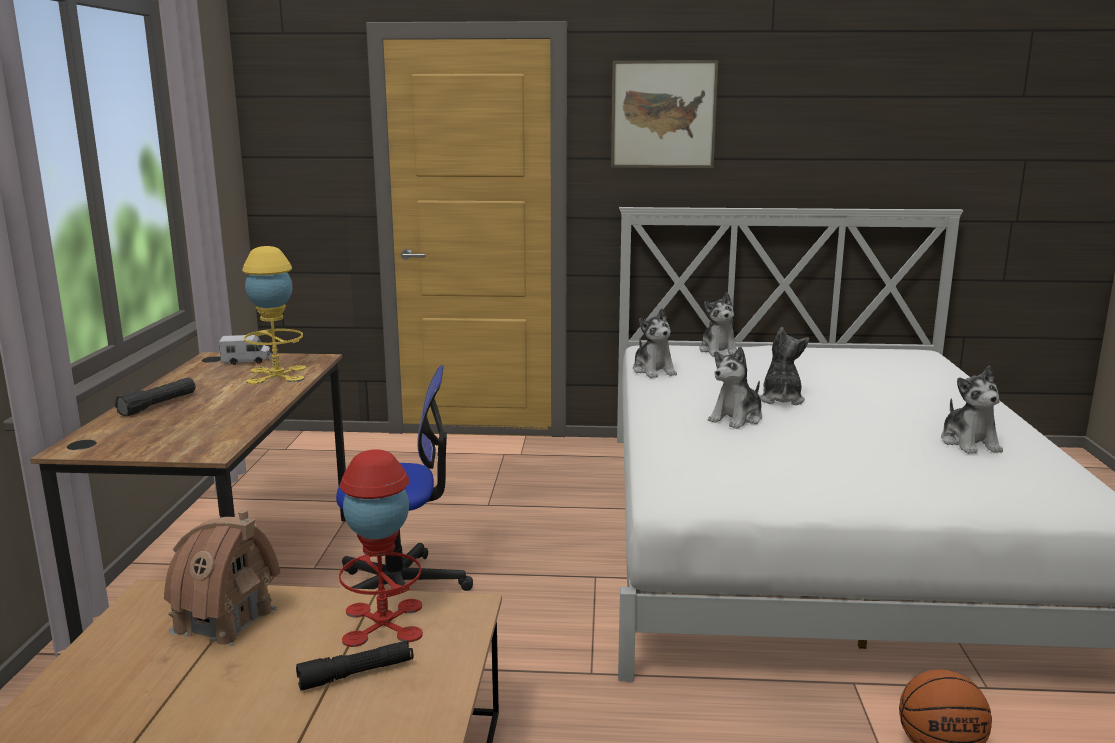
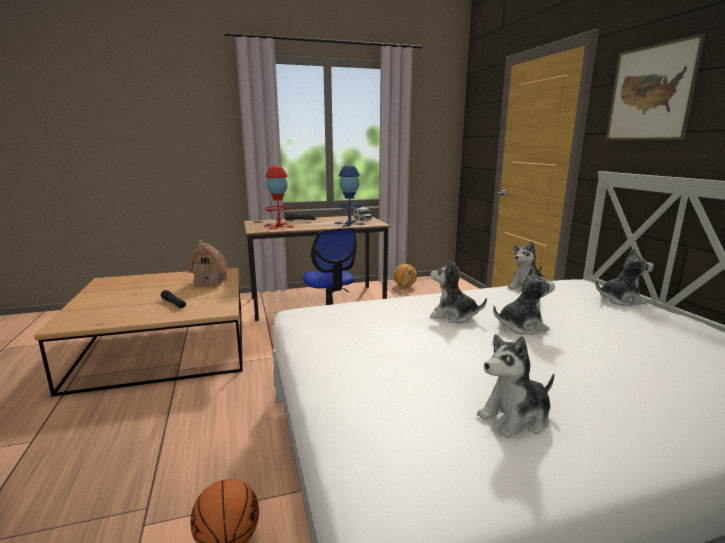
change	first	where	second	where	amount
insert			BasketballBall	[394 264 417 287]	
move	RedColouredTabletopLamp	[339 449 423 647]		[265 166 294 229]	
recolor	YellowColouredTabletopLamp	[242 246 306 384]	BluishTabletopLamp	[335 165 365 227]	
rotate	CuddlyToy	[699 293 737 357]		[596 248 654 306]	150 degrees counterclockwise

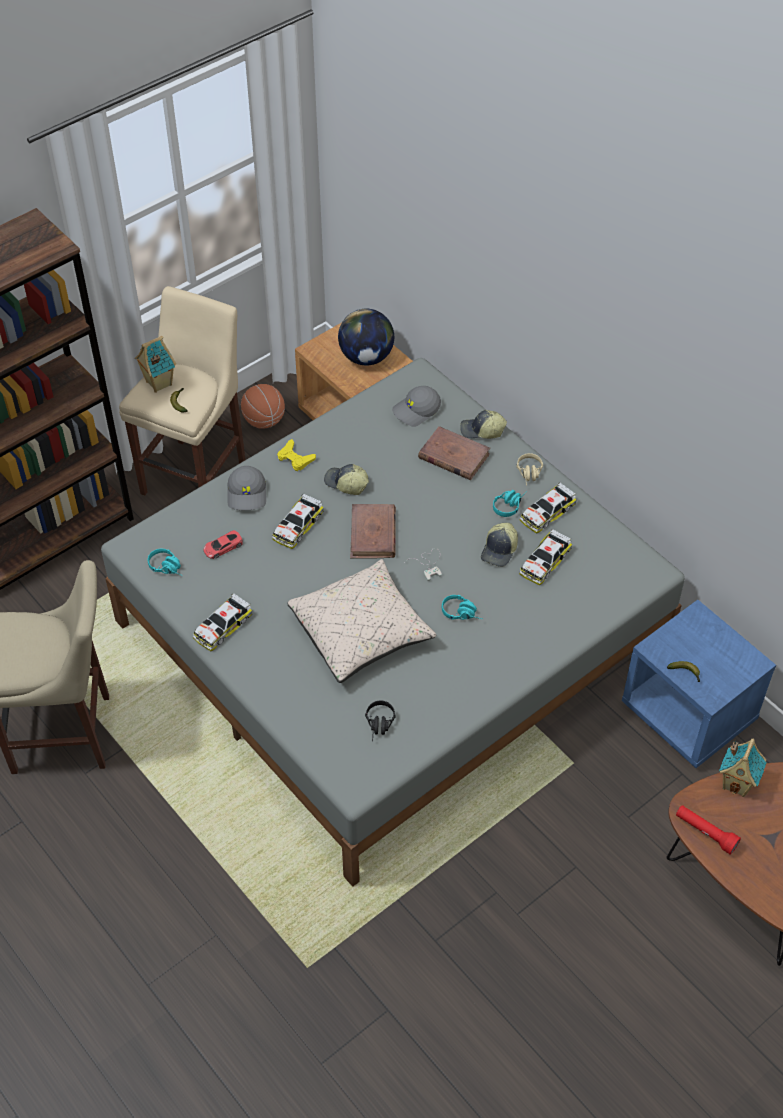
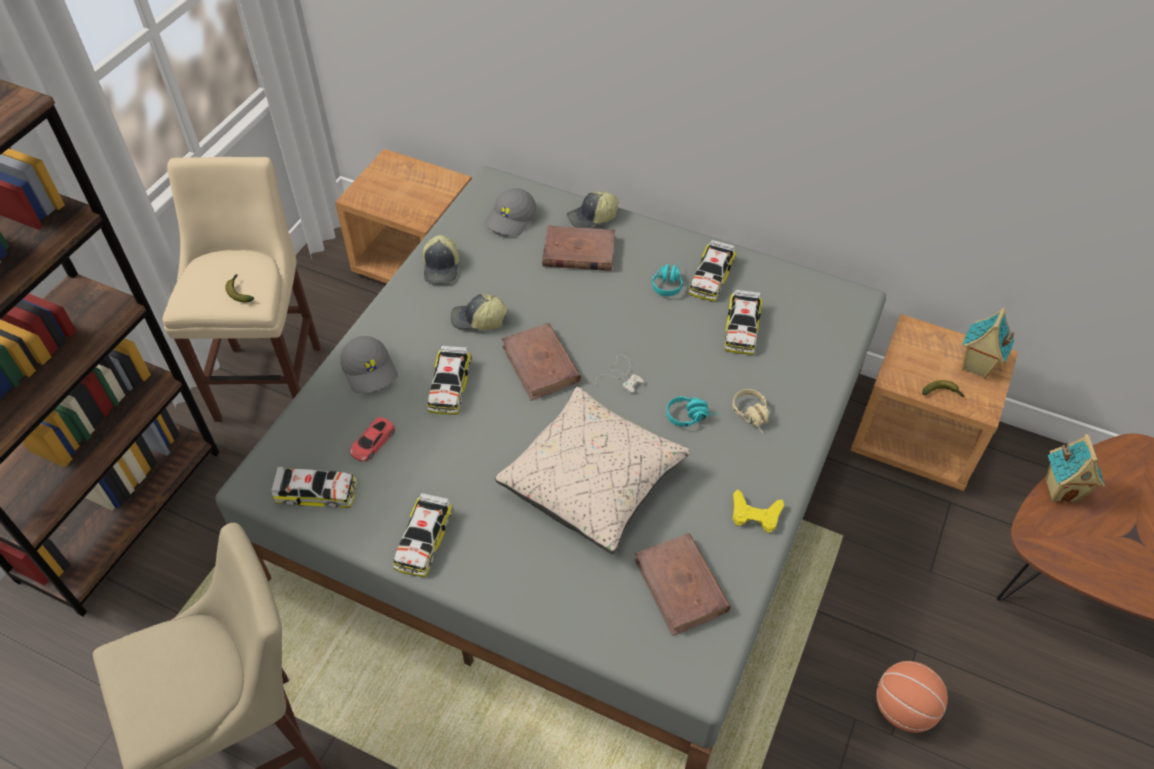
change	first	where	second	where	amount
delete	WorldGlobe	[338 309 394 365]			
delete	RedColouredHandTorch	[676 805 741 855]			
move	ToyHouse	[135 336 176 393]		[962 308 1015 379]	
move	BasketballBall	[241 384 285 429]		[876 661 948 733]	
move	YellowColouredGamepad	[277 439 316 471]		[732 489 784 533]	
move	Cap	[481 523 518 567]		[423 235 459 282]	
move	BeigeColouredPairOfHeadphones	[517 453 543 486]		[733 389 769 433]	
replace	TurquoiseColouredPairOfHeadphones	[148 549 183 576]	ToyCar	[271 466 358 508]	
replace	BlackColouredPairOfHeadphones	[365 701 396 741]	BrownishBoundBook	[635 533 731 636]	
recolor	BluishNightTable	[622 600 776 768]	BrownishNightTable	[850 314 1018 491]	

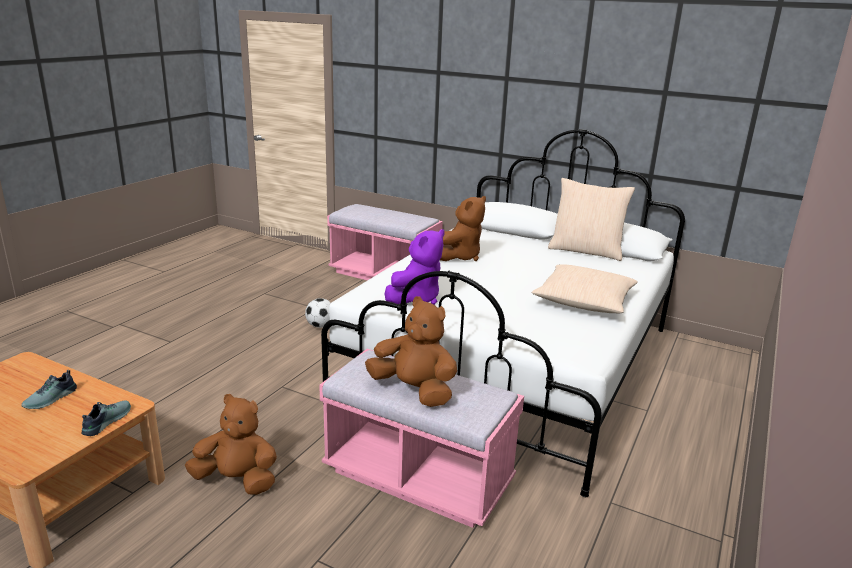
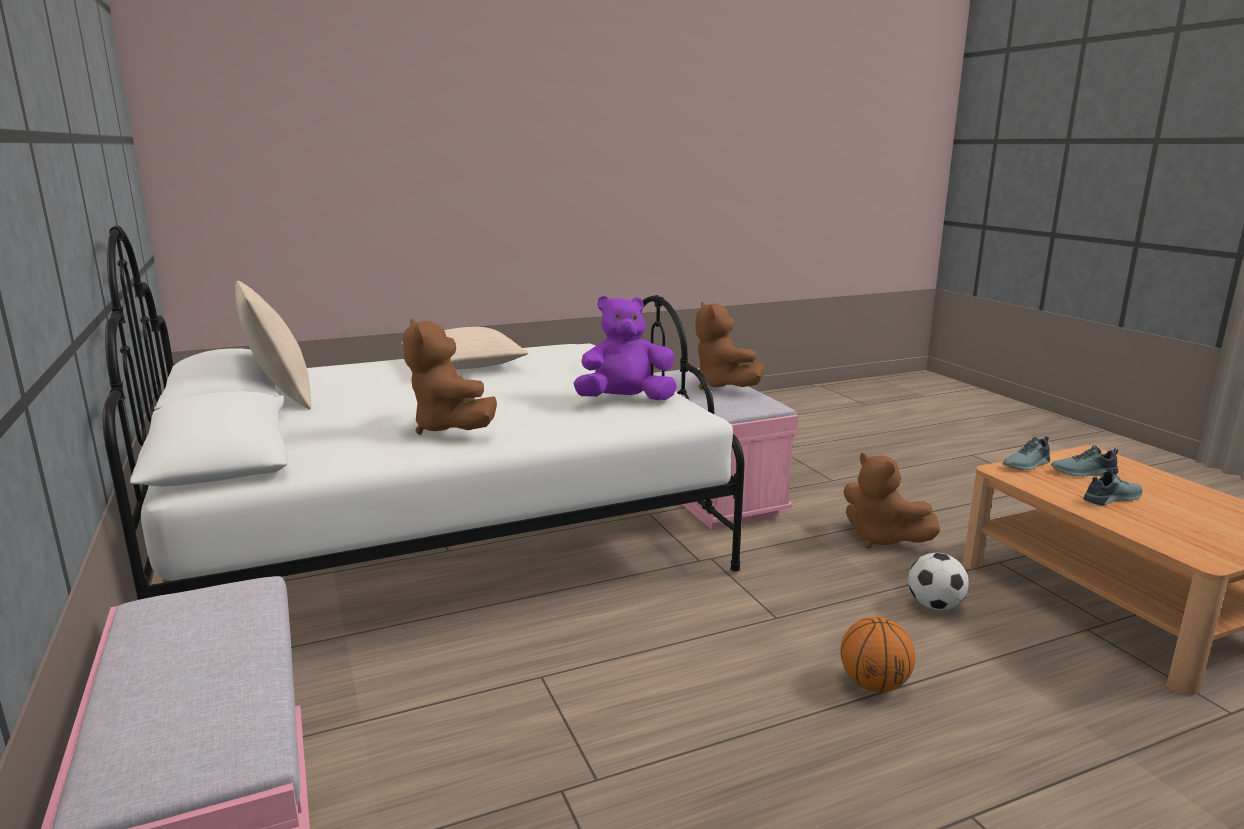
change	first	where	second	where	amount
insert			BasketballBall	[840 617 915 692]	
insert			ItemOfFootwear	[1051 445 1118 477]	
move	BallForFootball	[305 298 331 328]		[908 553 969 610]	
rotate	BrownishCuddlyToy	[440 196 486 261]		[403 319 497 435]	105 degrees counterclockwise

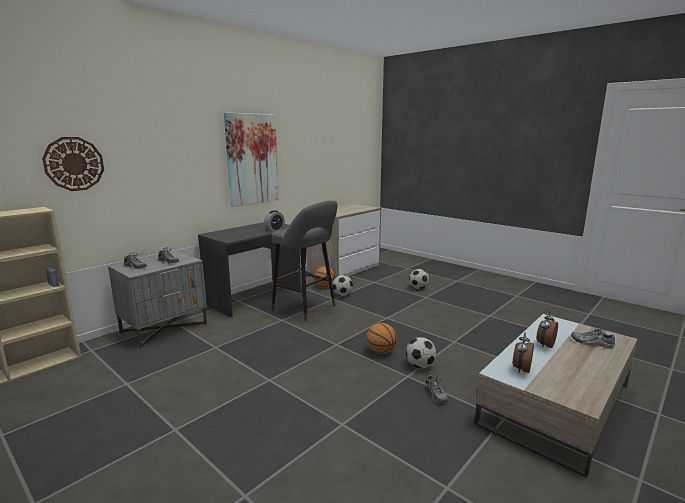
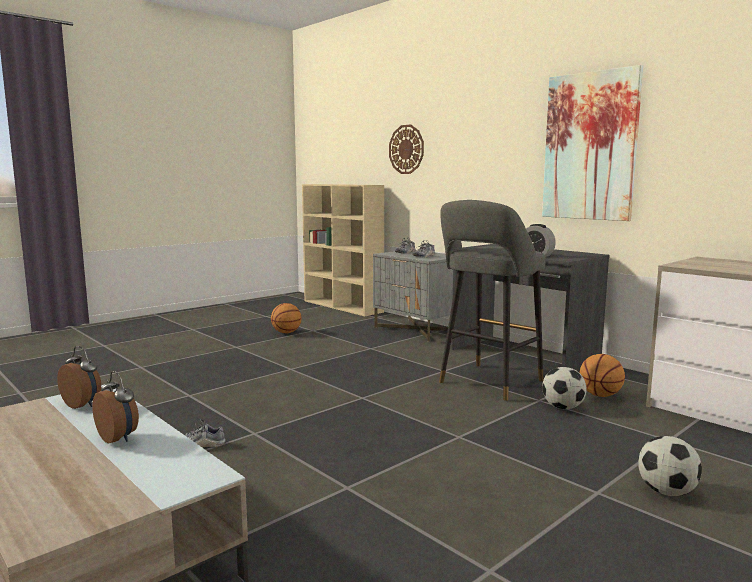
change	first	where	second	where	amount
delete	BallForFootball	[406 337 437 369]			
delete	ItemOfFootwear	[571 325 615 348]			
move	BasketballBall	[366 323 397 354]		[271 303 302 333]	

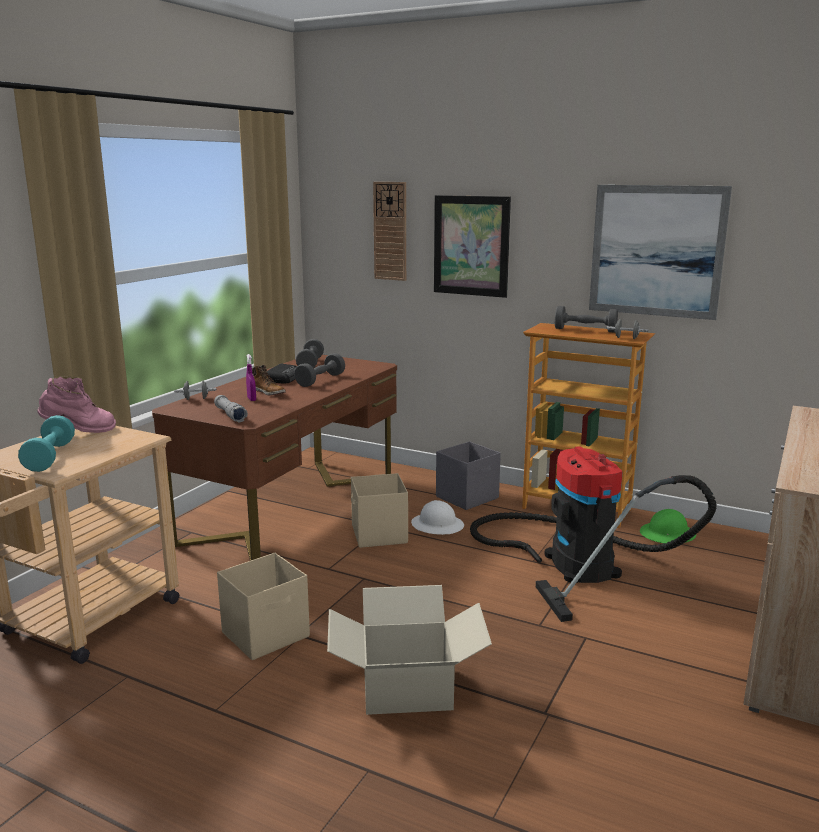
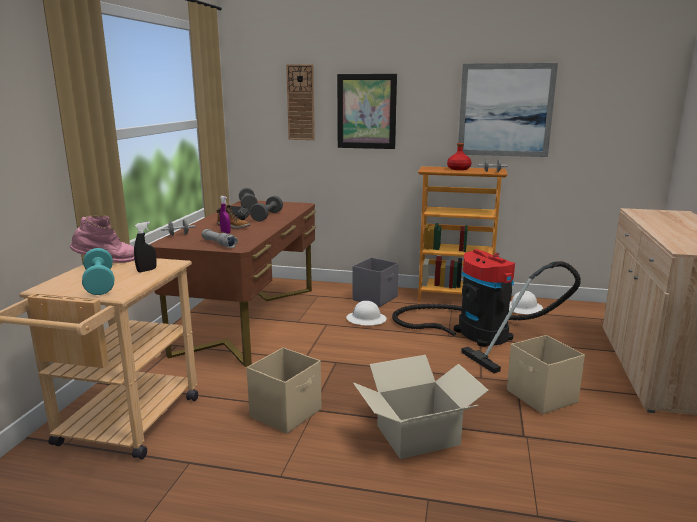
change	first	where	second	where	amount
insert			BlackColouredHandSprayer	[134 222 157 272]	
move	BeigeColouredStorageBin	[351 473 408 548]		[507 335 585 414]	
replace	GrayHandWeight	[555 306 618 332]	RedColouredBeverageBottle	[447 143 472 170]	
recolor	GreenColouredWorkHelmet	[640 509 696 543]	WhiteColouredWorkHelmet	[509 291 543 314]	

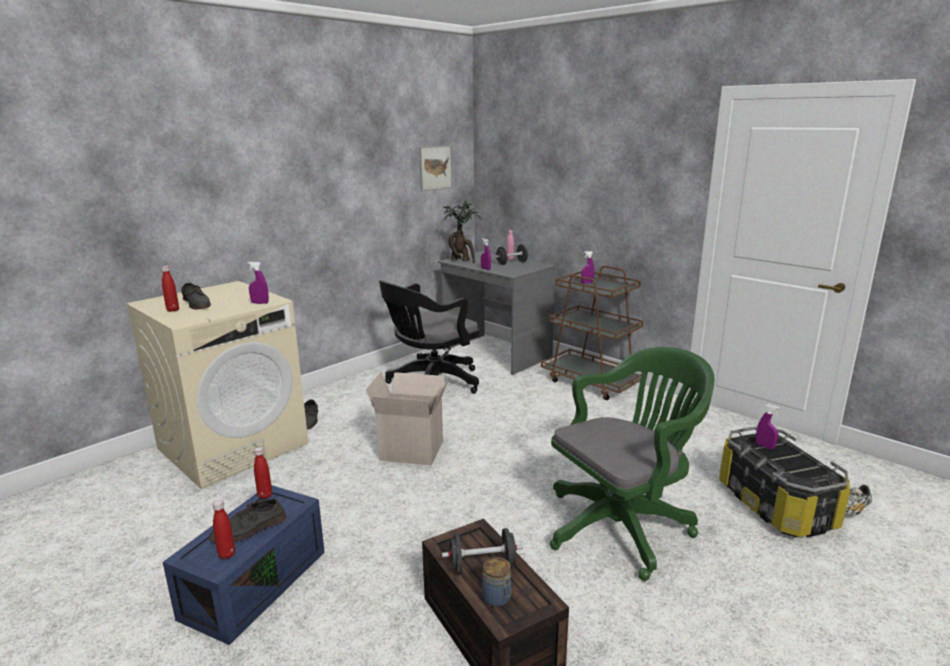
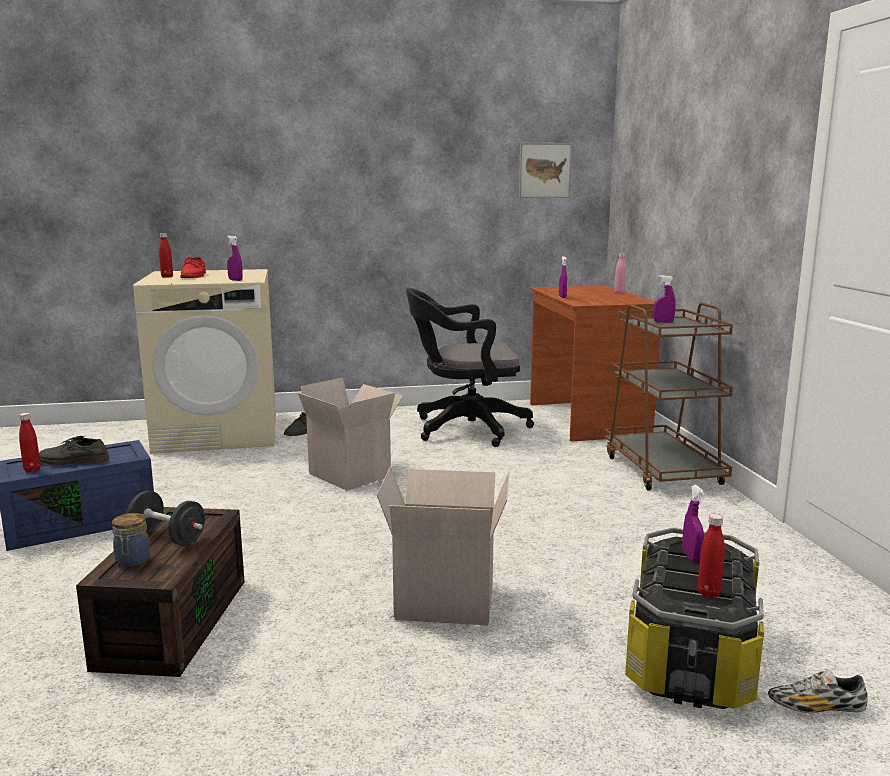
change	first	where	second	where	amount
delete	PottedPlant	[443 200 482 263]			
delete	BlackColouredHandWeight	[495 244 529 265]			
move	RedColouredBeverageBottle	[254 447 272 499]		[698 514 725 598]	
replace	GreenColouredOfficeChair	[550 347 714 581]	PackingBox	[376 467 510 625]	
recolor	GrayItemOfFootwear	[181 283 211 310]	RedColouredItemOfFootwear	[180 257 206 278]	
recolor	GrayDeskTable	[438 251 556 375]	BrownishDeskTable	[530 285 660 441]	

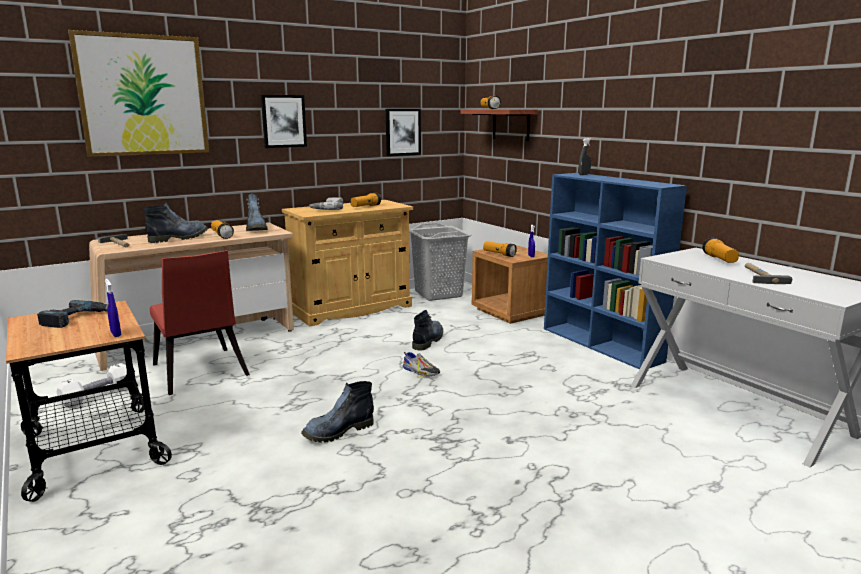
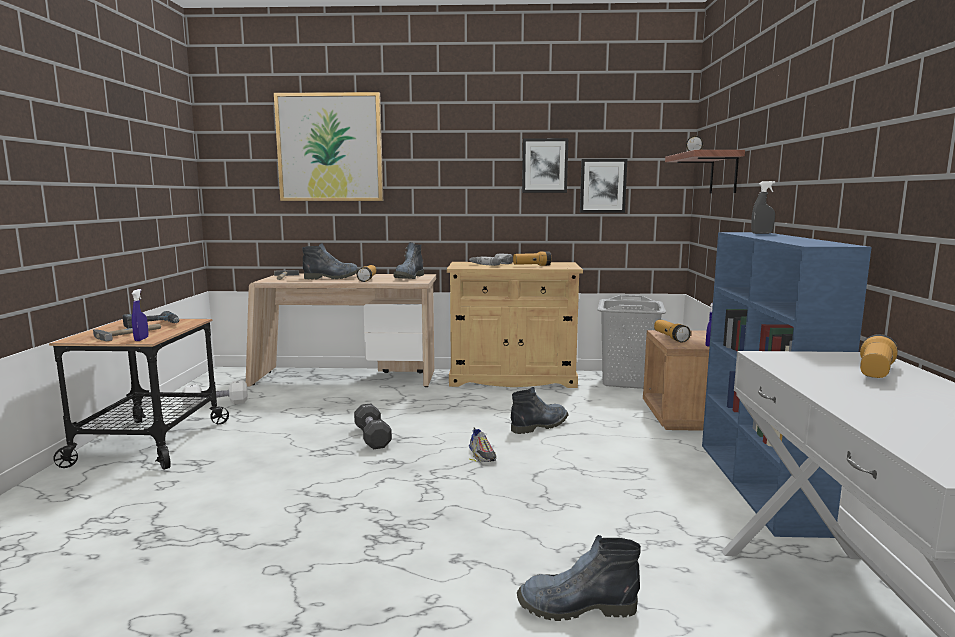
change	first	where	second	where	amount
delete	RedColouredUprightChair	[150 250 250 395]			
insert			BlackColouredHandWeight	[354 403 392 449]	
move	Picture	[261 95 307 148]		[522 138 568 193]	
move	TallBoot	[301 381 374 442]		[517 535 641 621]	
move	HandHammer	[745 263 792 284]		[93 324 161 341]	

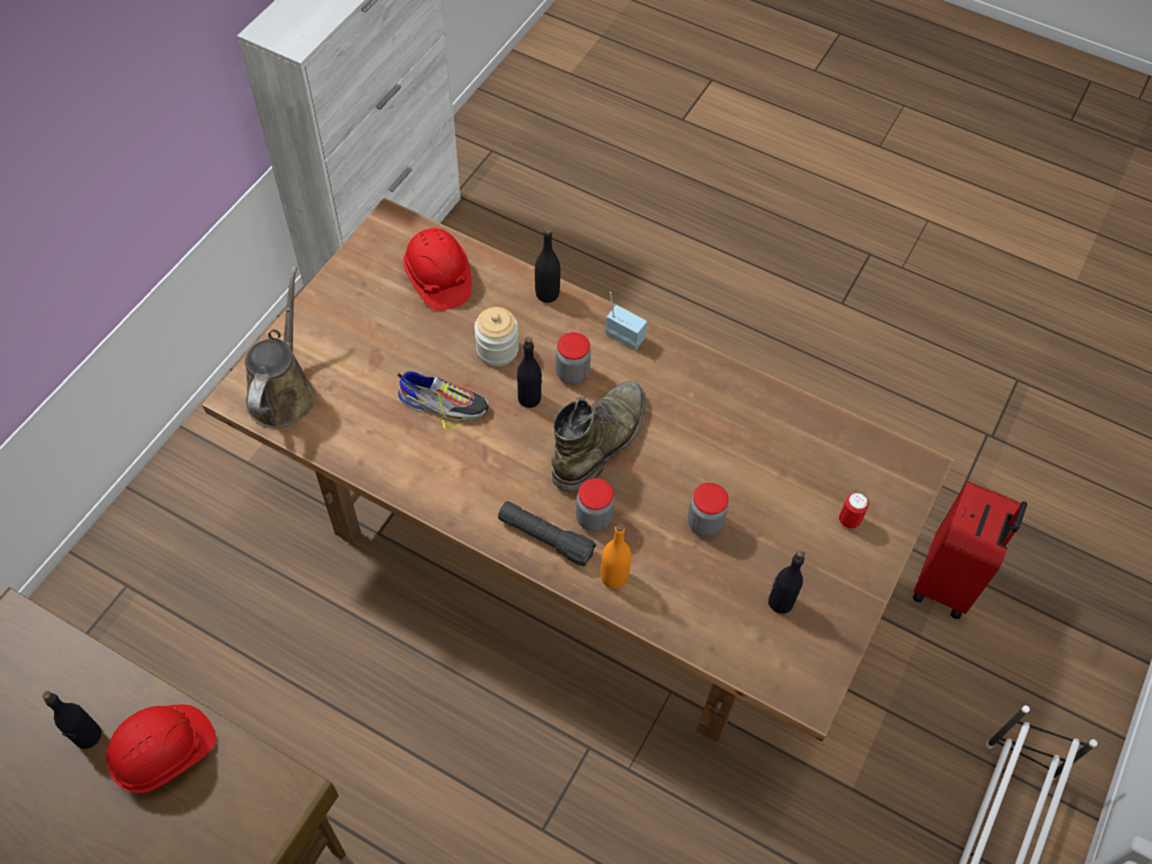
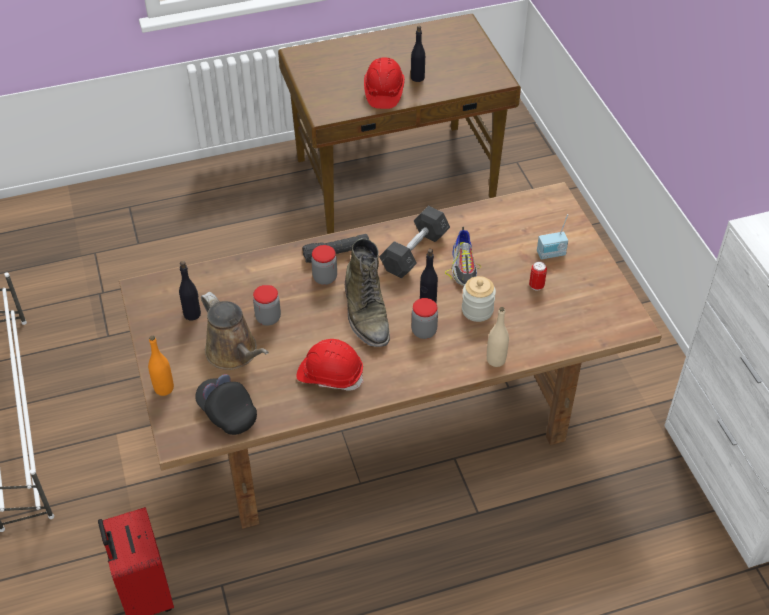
change	first	where	second	where	amount
insert			BlackColouredCap	[195 374 257 435]	
insert			GrayHandWeight	[379 206 450 279]	
move	BrownishWateringCan	[245 267 316 428]		[201 292 269 370]	
move	RedColouredWorkHelmet	[403 228 472 311]		[296 339 364 391]	
move	OrangeyBeverageBottle	[601 524 631 589]		[148 336 174 396]	
move	Radio	[605 292 647 350]		[537 214 568 259]	
move	Can	[839 493 869 529]		[529 261 547 290]	
recolor	BlackColouredBeverageBottle	[535 228 560 303]	BeigeColouredBeverageBottle	[487 307 509 367]	
rotate	ItemOfFootwear	[397 371 488 429]		[445 227 481 286]	60 degrees counterclockwise

